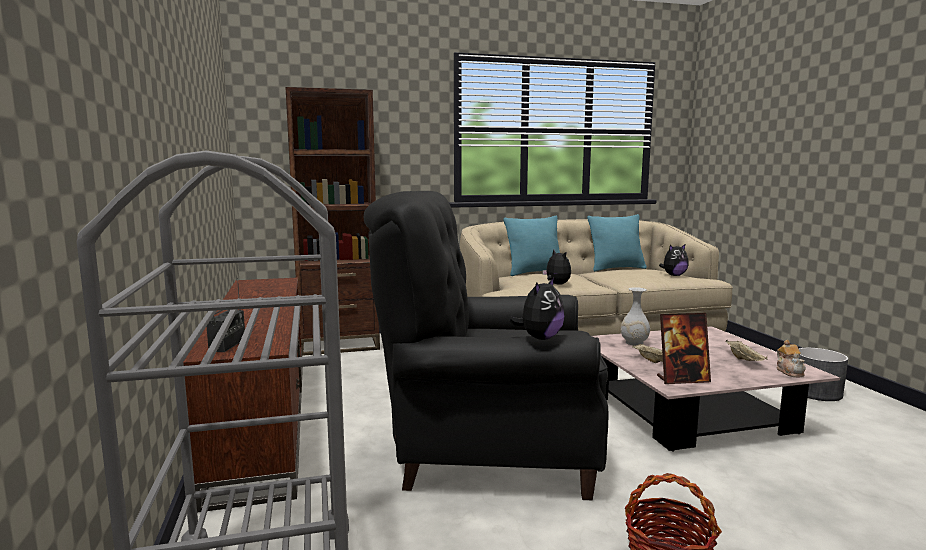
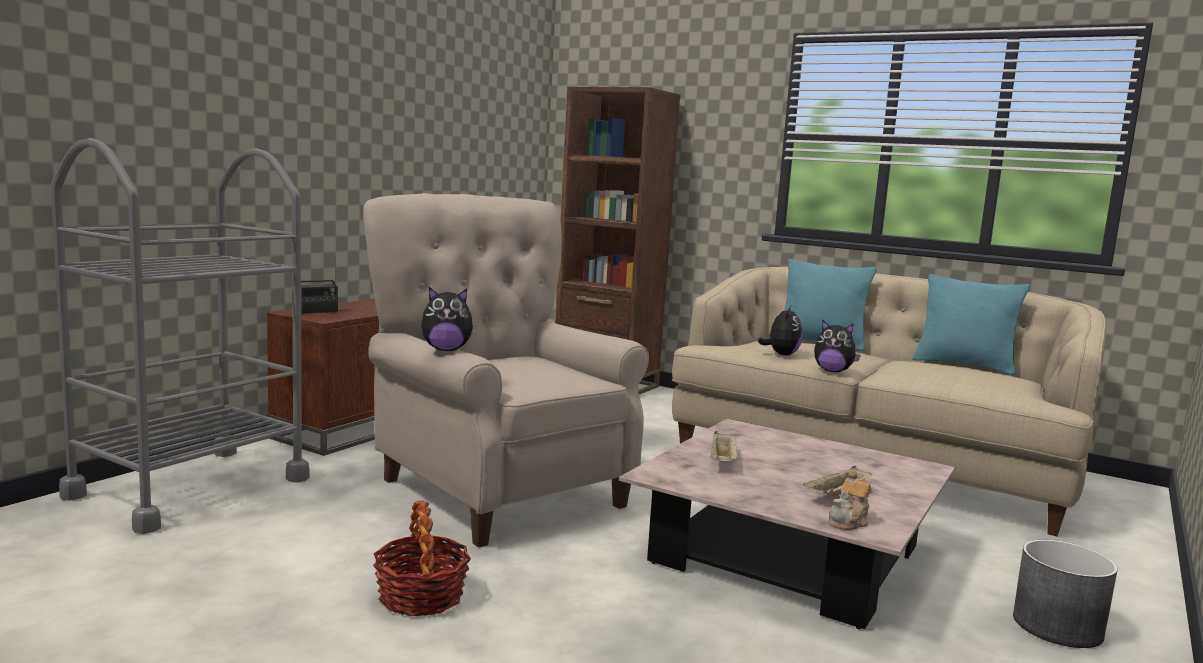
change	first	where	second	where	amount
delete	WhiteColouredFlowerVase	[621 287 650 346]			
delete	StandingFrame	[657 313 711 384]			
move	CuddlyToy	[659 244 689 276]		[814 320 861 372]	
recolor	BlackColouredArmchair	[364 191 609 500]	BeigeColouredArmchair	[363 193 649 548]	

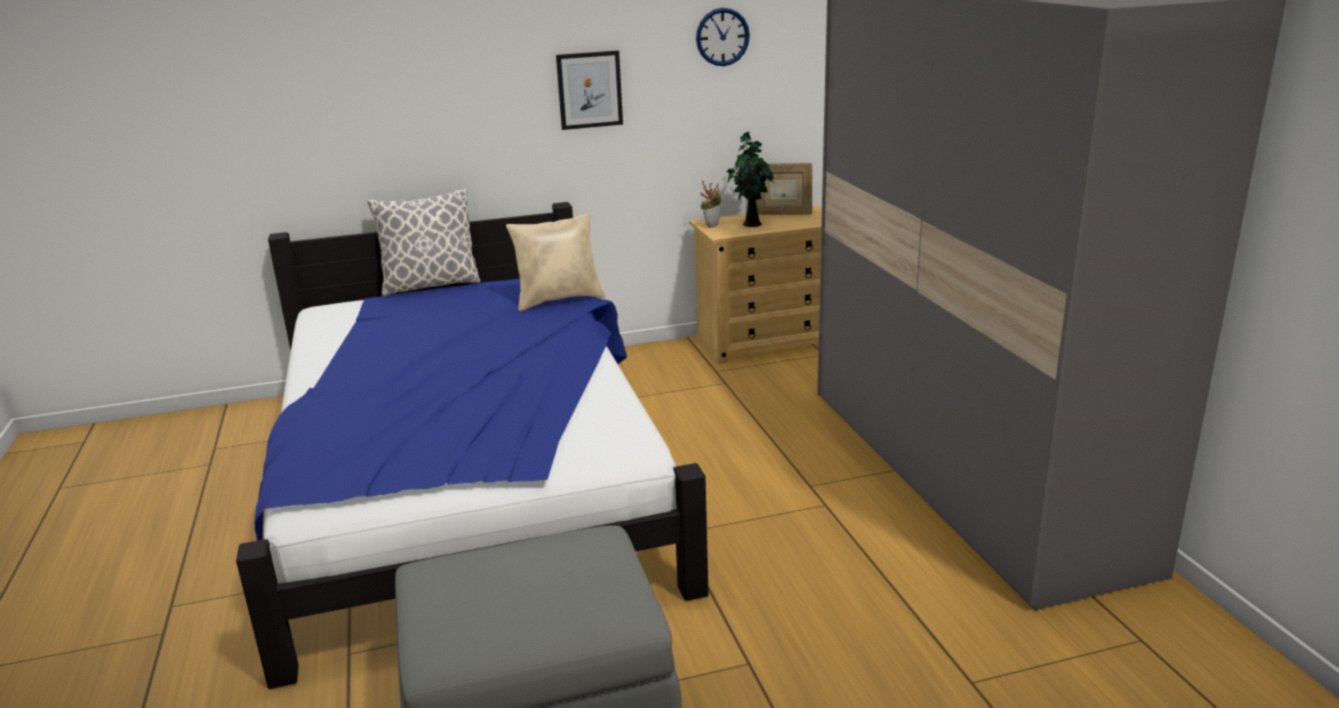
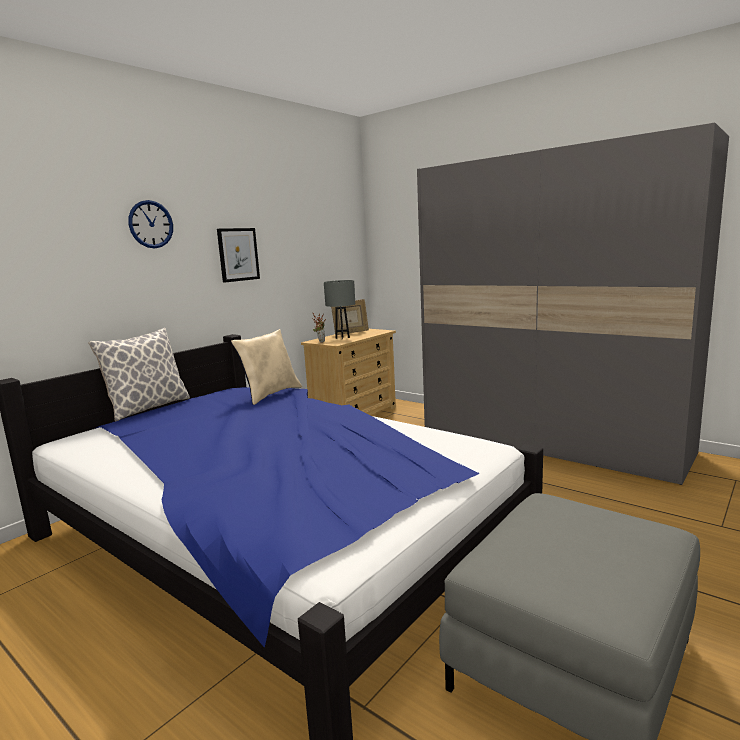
change	first	where	second	where	amount
move	HangingClock	[696 8 750 66]		[128 200 173 248]	
replace	PottedPlant	[727 132 774 227]	GrayTabletopLamp	[324 280 355 340]	

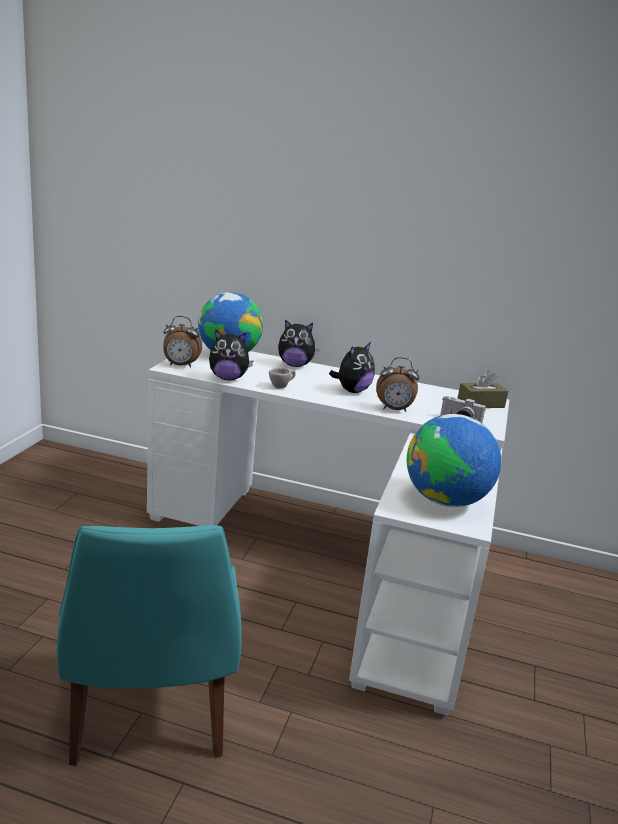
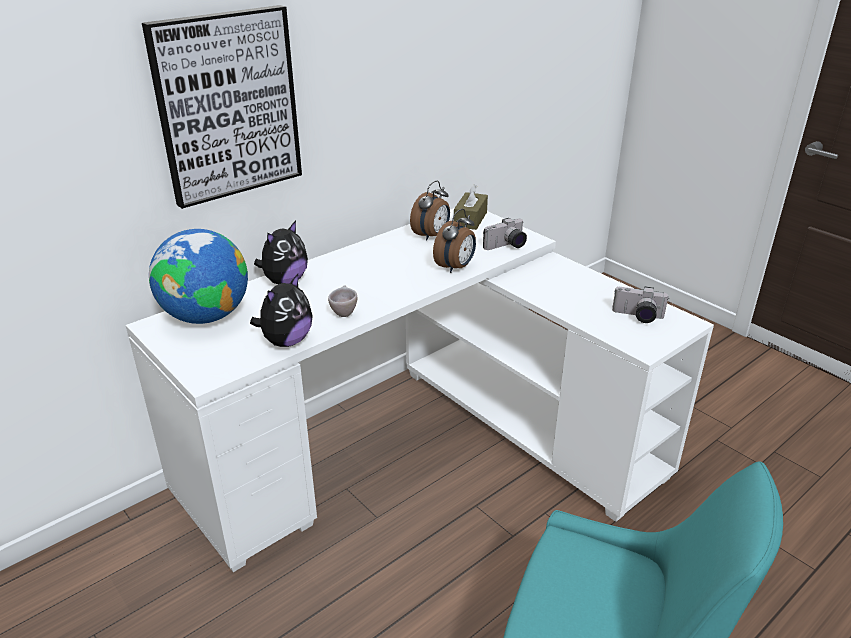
change	first	where	second	where	amount
delete	CuddlyToy	[329 342 375 393]			
insert			Picture	[142 5 302 209]	
move	AlarmClock	[163 316 202 368]		[410 181 450 241]	
replace	WorldGlobe	[407 414 501 507]	StillCamera	[612 286 669 323]	

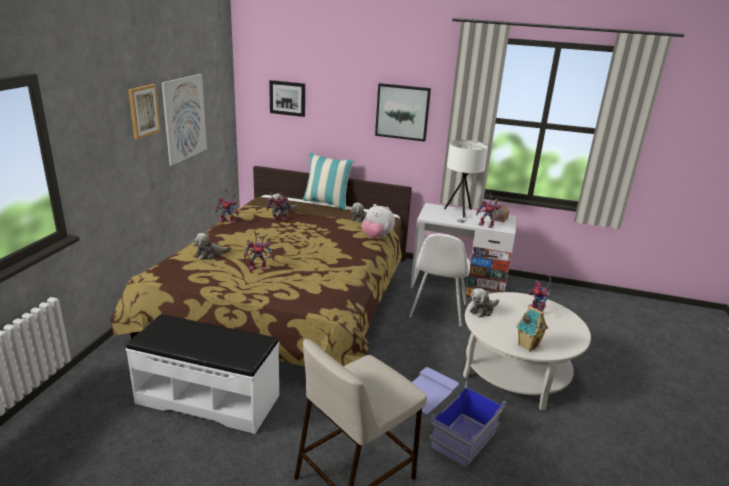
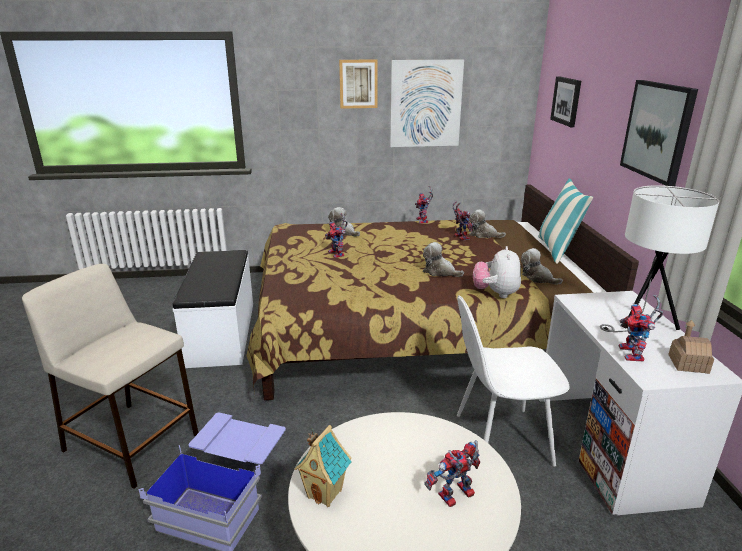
change	first	where	second	where	amount
move	CuddlyToy	[470 288 499 317]		[423 242 464 277]	

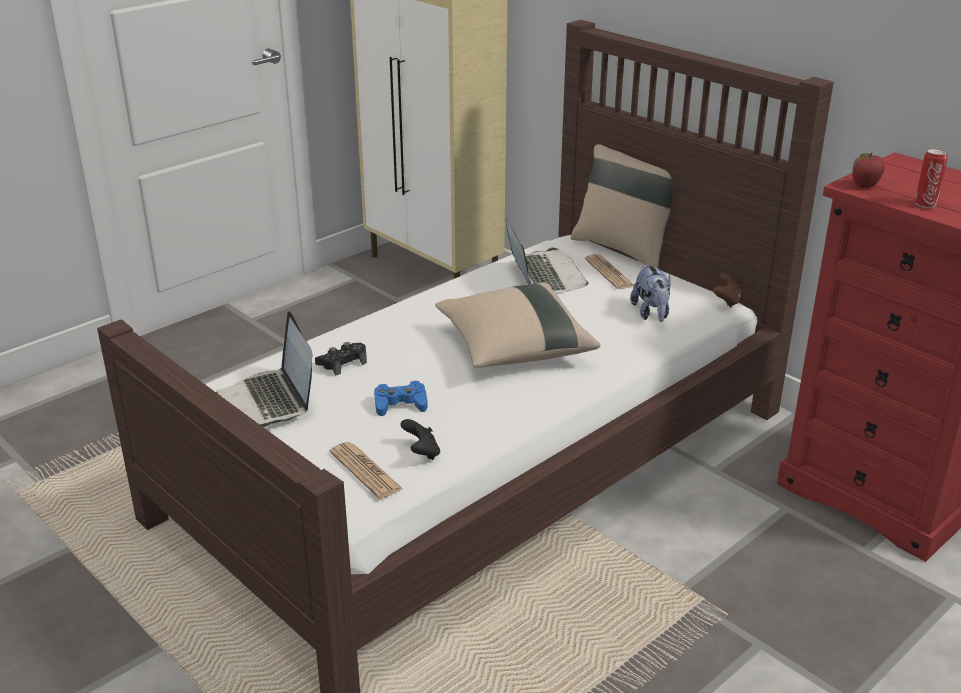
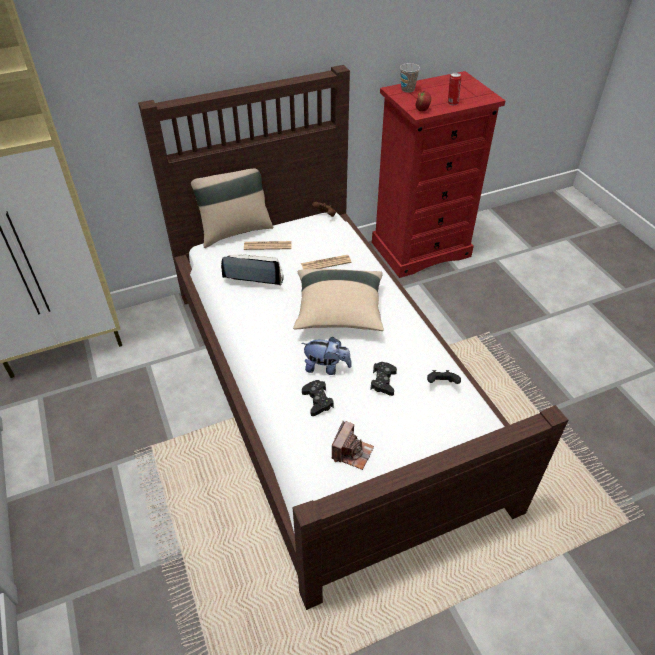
change	first	where	second	where	amount
insert			Cup	[400 63 420 93]	
move	DailyPaper	[329 442 403 499]		[301 255 351 270]	
move	CuddlyToy	[630 263 671 322]		[301 337 352 375]	
replace	PortableComputer	[216 311 312 427]	StillCamera	[332 421 374 470]	
recolor	BluishGamepad	[374 381 428 416]	BlackColouredGamepad	[370 362 397 396]	

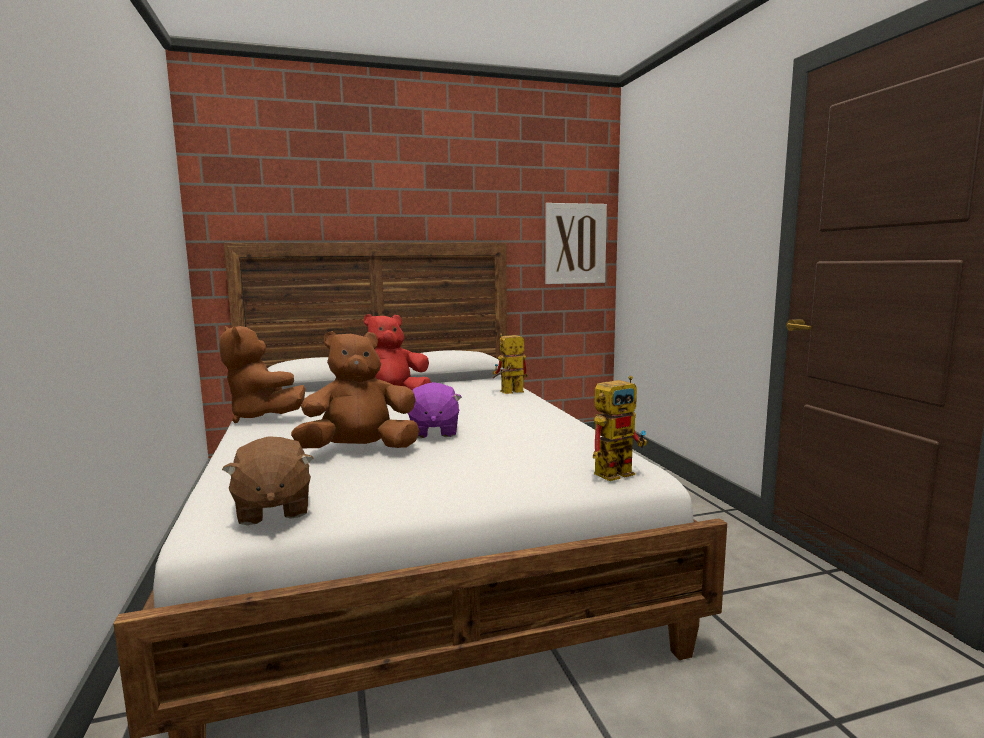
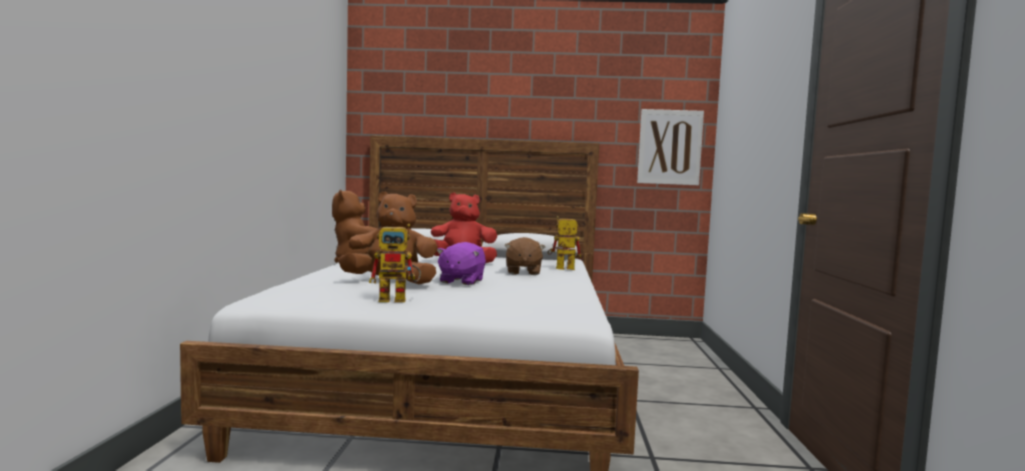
change	first	where	second	where	amount
move	BrownishCuddlyToy	[222 436 314 525]		[505 237 545 275]	
move	RobotFigure	[593 376 647 481]		[369 224 421 302]	

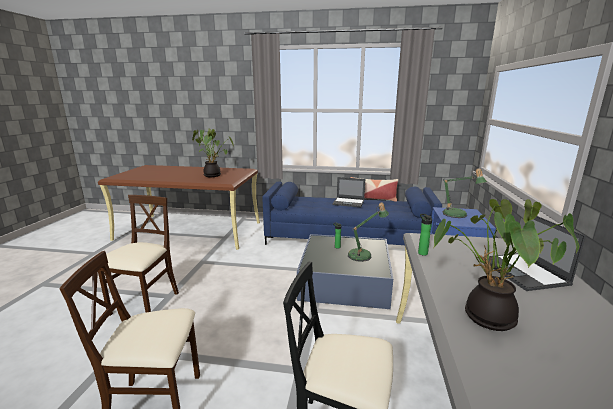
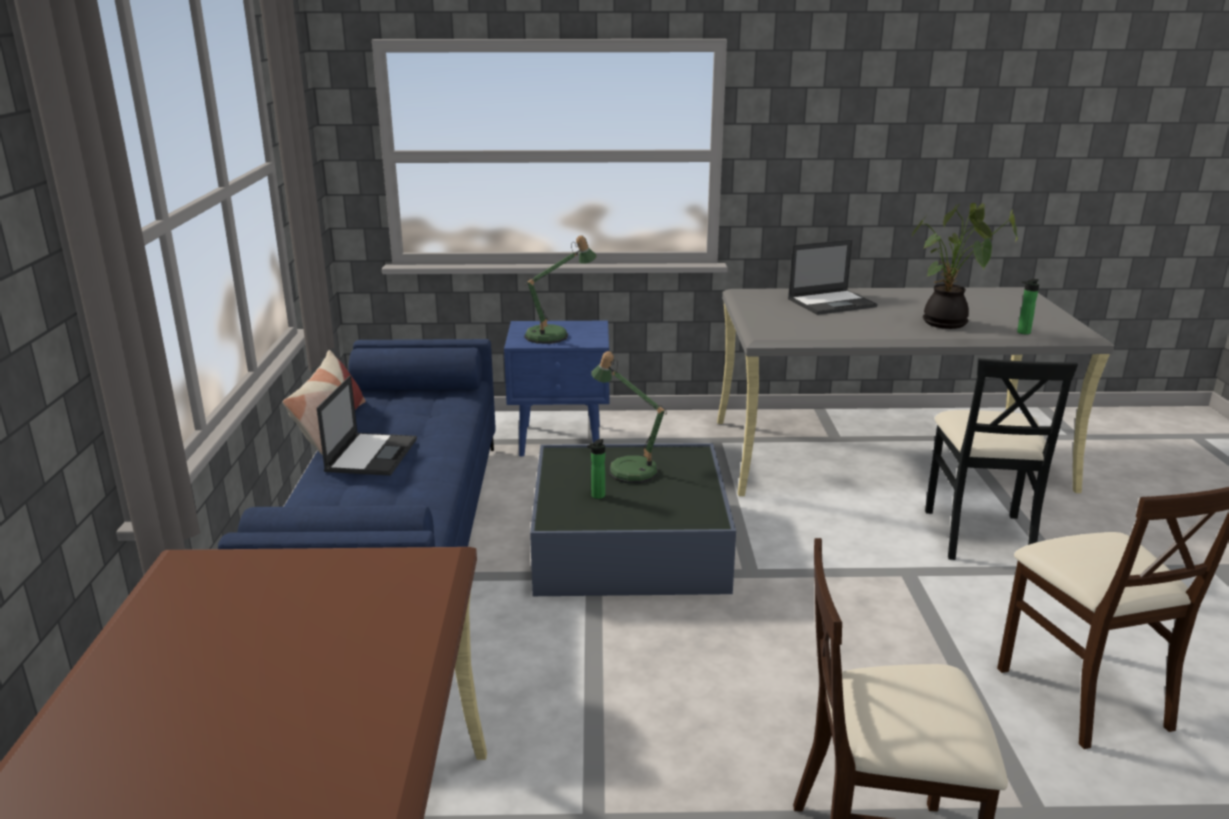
change	first	where	second	where	amount
delete	PottedPlant	[192 128 234 177]			
move	BeverageBottle	[418 214 432 256]		[1017 279 1039 334]	

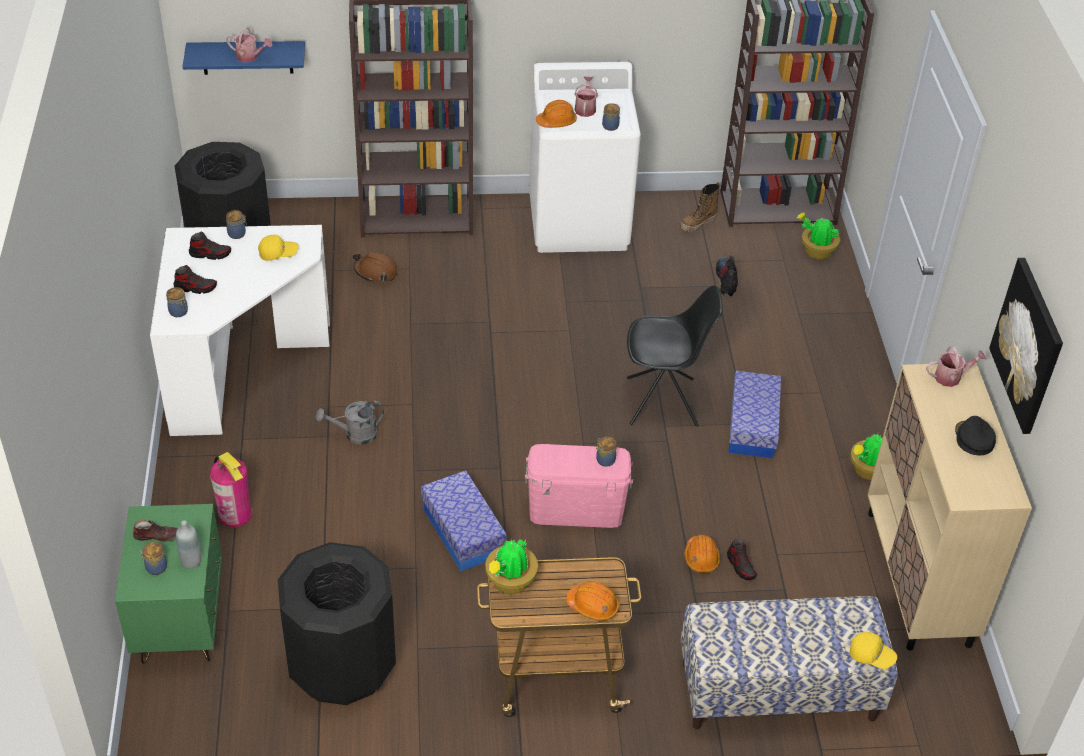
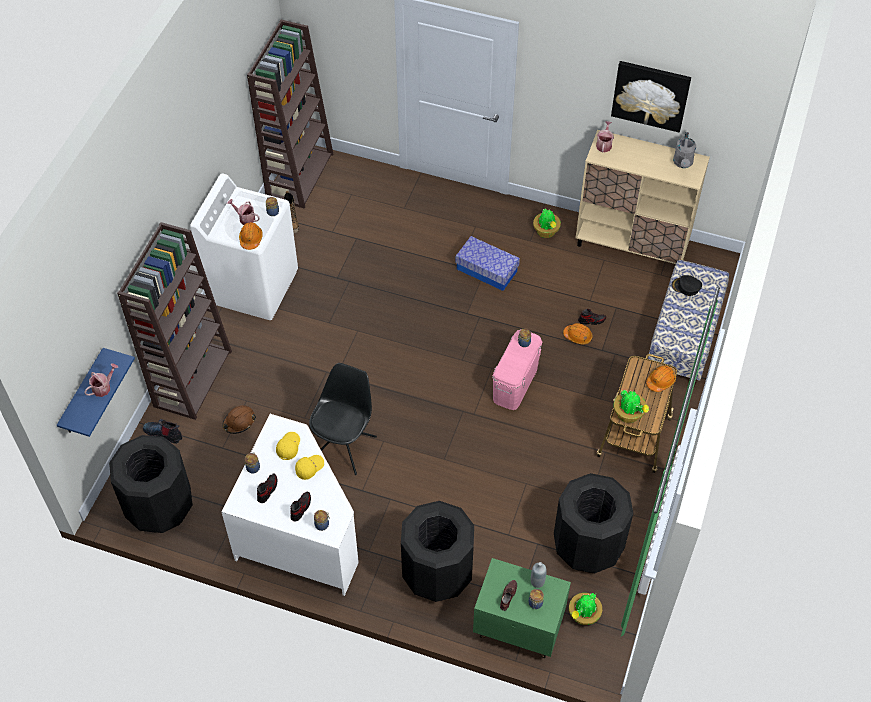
change	first	where	second	where	amount
delete	StorageBin	[421 470 506 572]			
move	GrayWateringCan	[316 401 384 445]		[673 132 696 168]	
move	BlackColouredUprightChair	[627 285 723 427]		[309 363 377 475]	
move	TallBoot	[716 256 738 296]		[143 419 182 444]	
move	PottedPlant	[797 212 841 259]		[569 593 602 625]	
move	YellowColouredCap	[850 632 897 669]		[295 455 324 480]	
move	BlackColouredCap	[955 416 996 455]		[672 275 702 296]	
replace	Extinguisher	[210 452 252 527]	BlackColouredTrashCan	[401 501 474 602]	

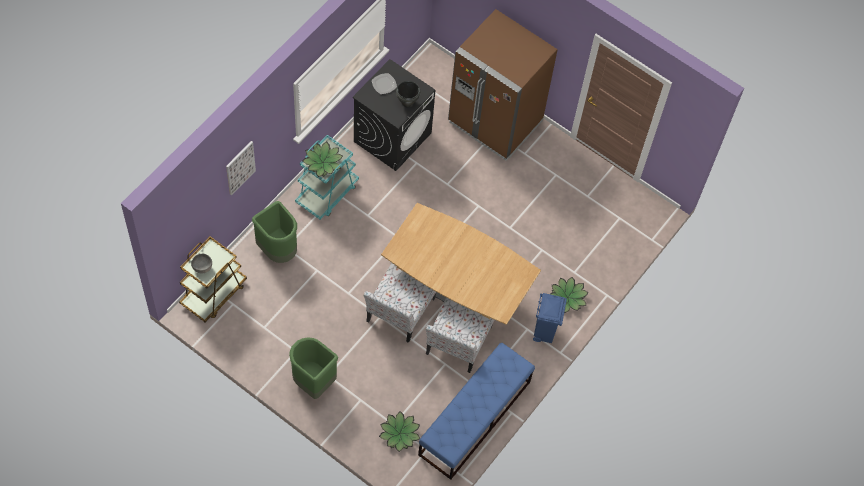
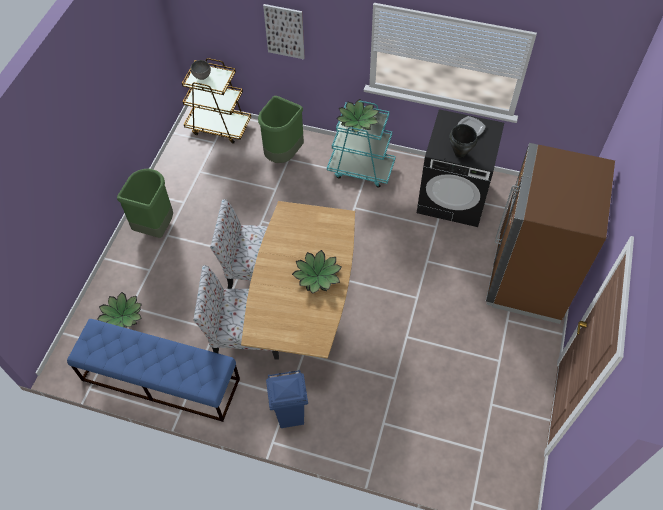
change	first	where	second	where	amount
move	PottedPlant	[550 277 589 313]		[292 250 342 294]	

